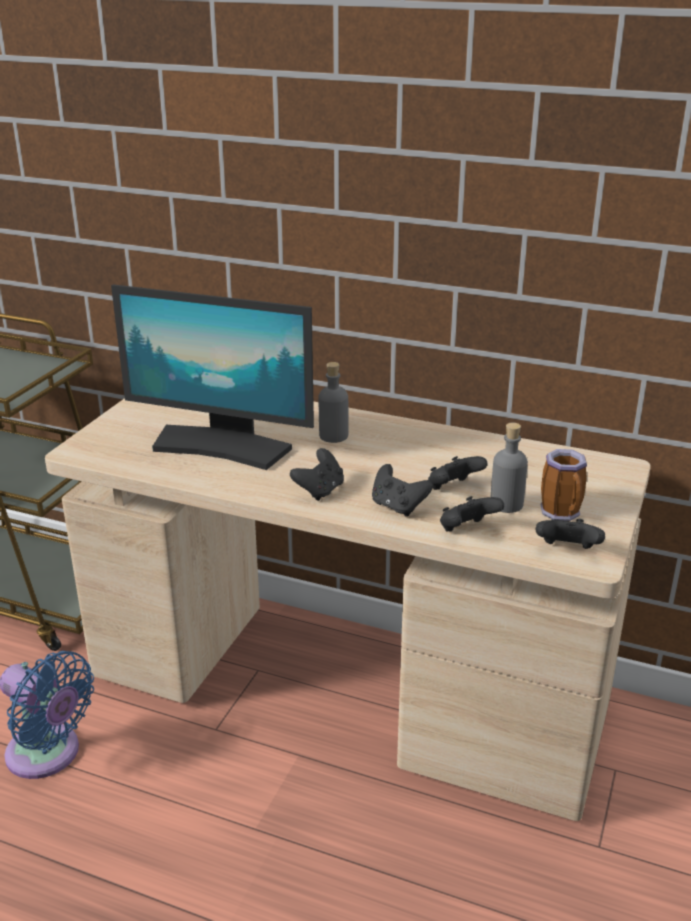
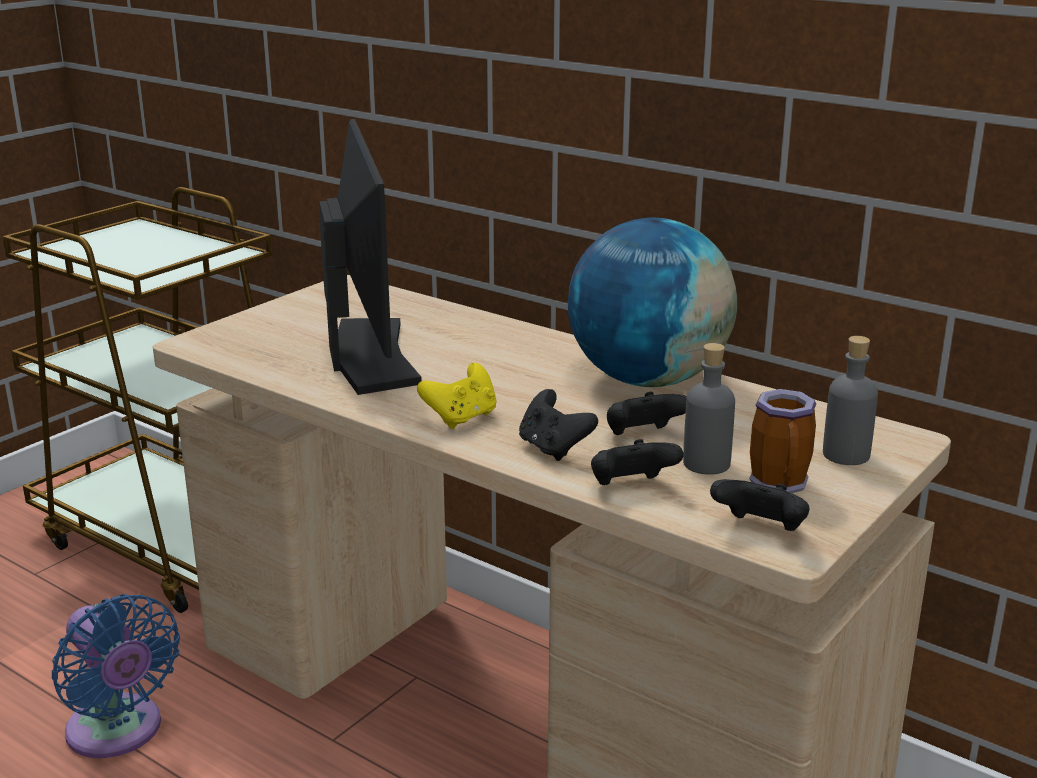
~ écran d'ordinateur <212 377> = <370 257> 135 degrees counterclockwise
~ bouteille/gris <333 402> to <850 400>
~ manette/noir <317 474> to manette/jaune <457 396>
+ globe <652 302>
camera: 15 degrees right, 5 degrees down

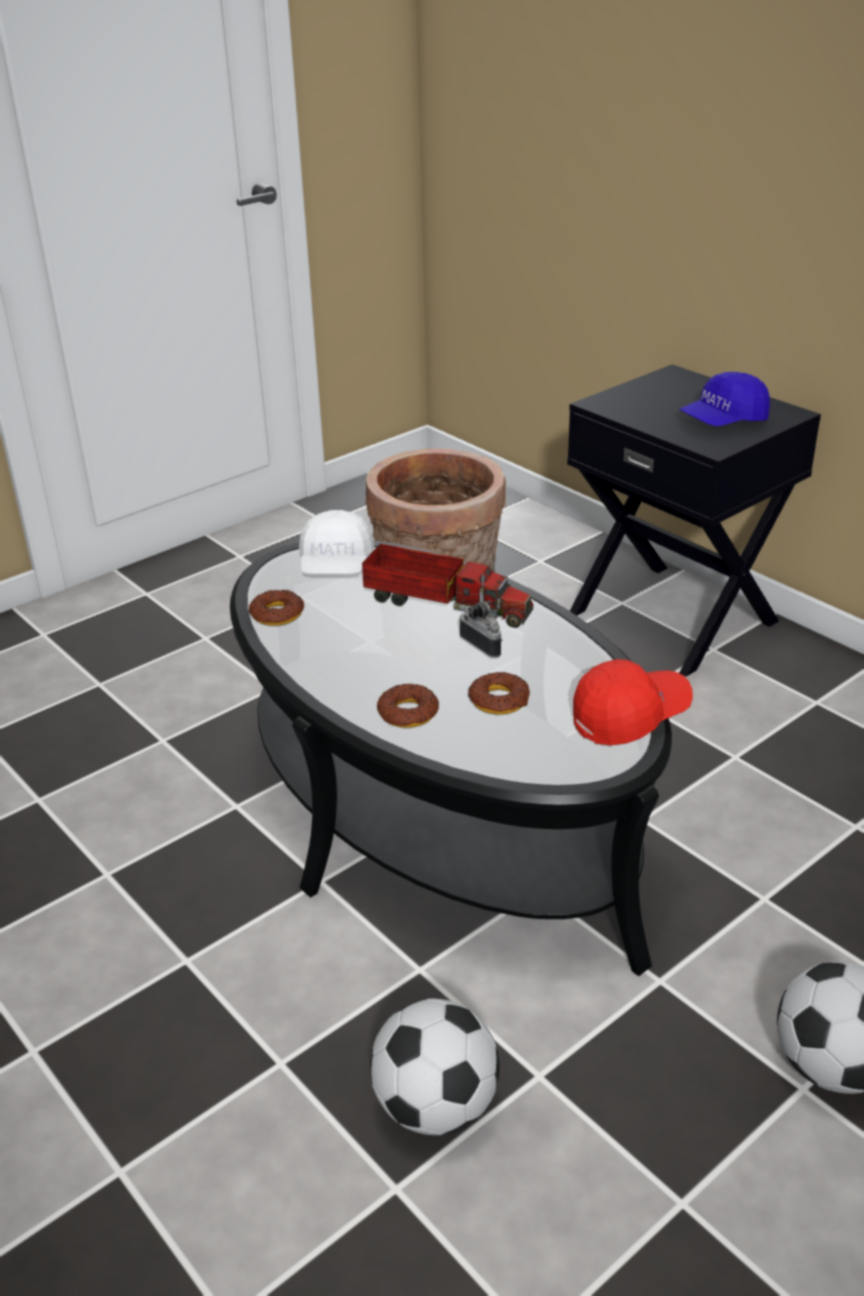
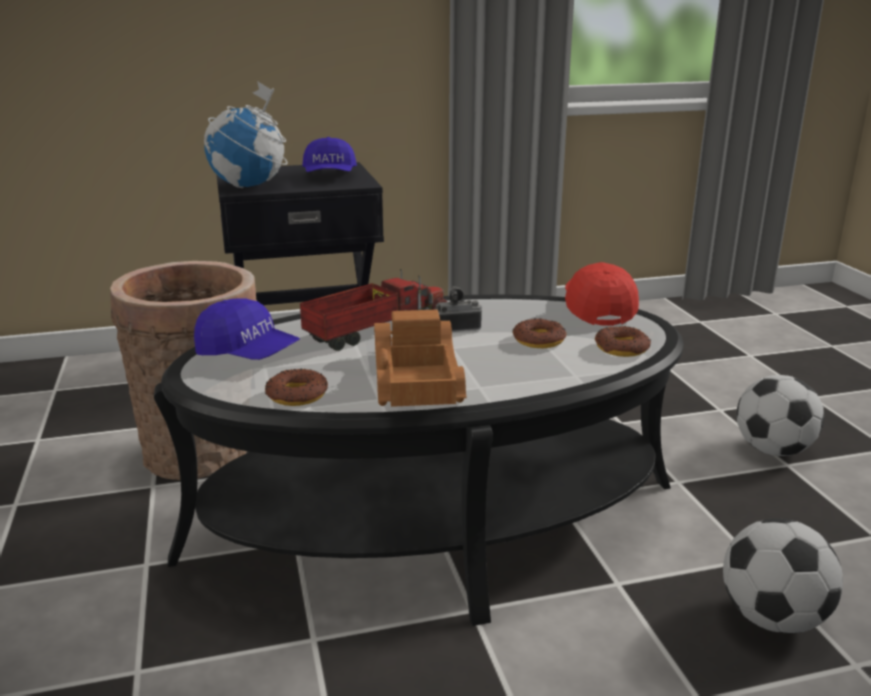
~ casquette/blanc <337 542> to casquette/bleu <247 329>
~ beignet <408 705> to <623 341>
+ globe <246 134>
+ camion jouet <420 358>
camera: 65 degrees left, 10 degrees down

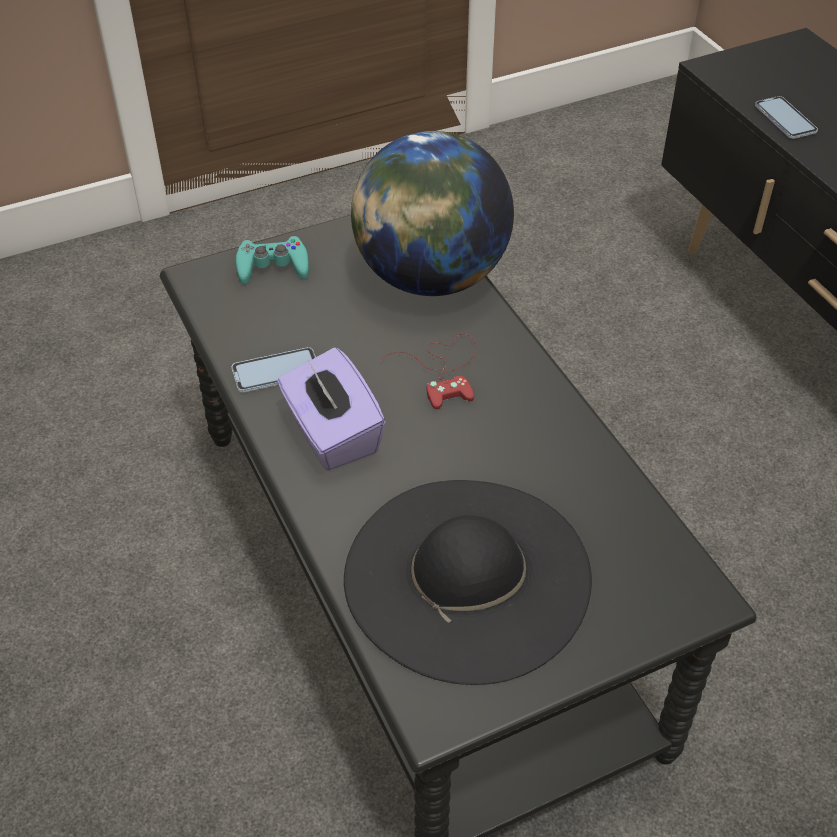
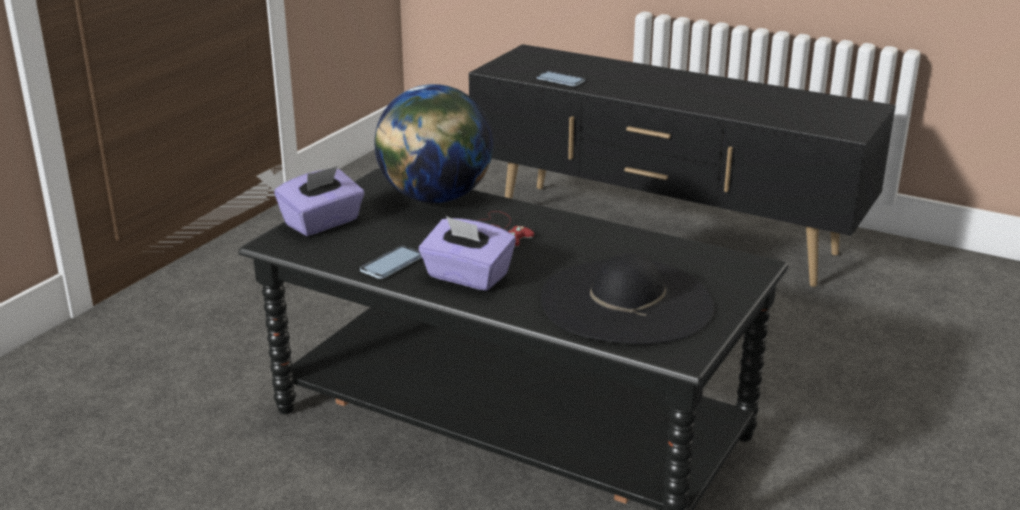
~ manette/turquoise <272 260> to boîte à mouchoirs/violet <319 201>
camera: 35 degrees left, 20 degrees down

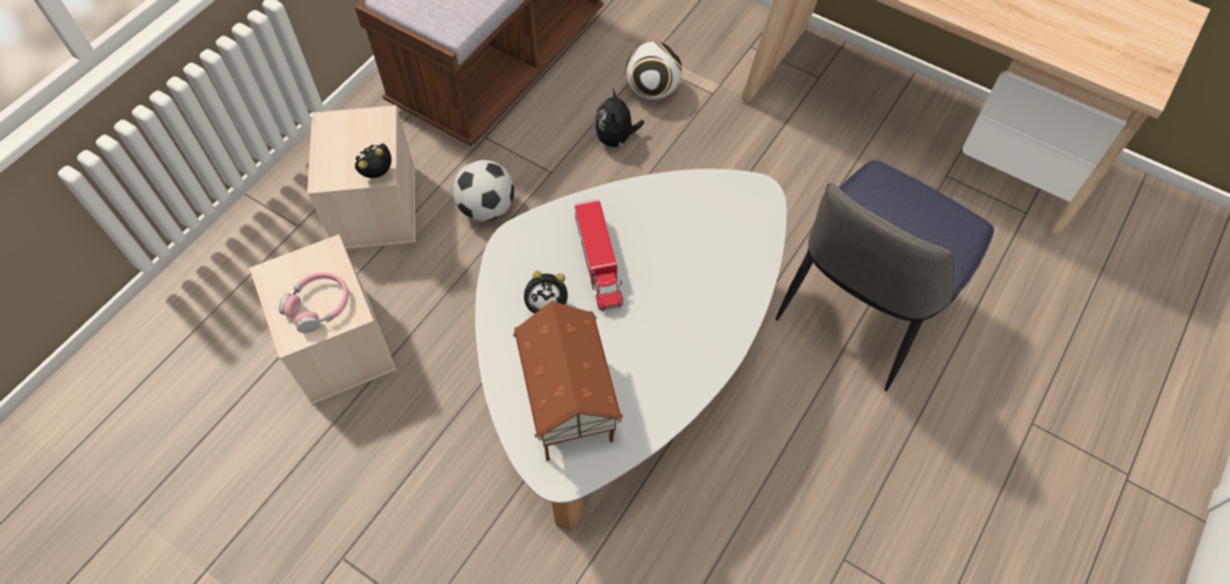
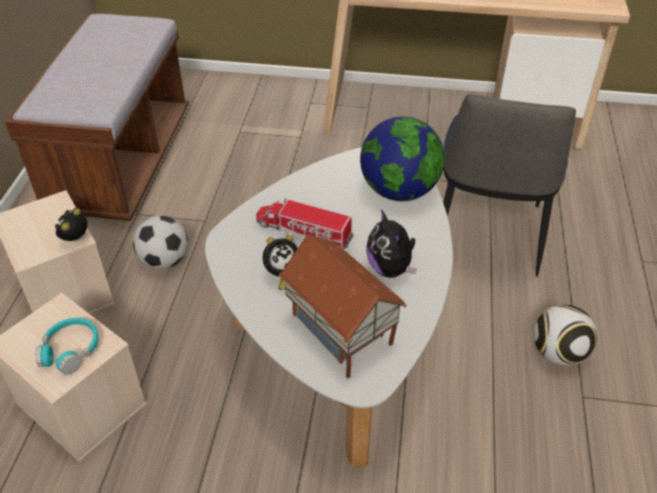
~ ballon de foot <654 71> to <565 335>
~ peluche <619 119> to <391 243>
~ camion jouet <599 255> = <305 223> 150 degrees clockwise
~ casque audio/rose <314 302> to casque audio/turquoise <67 346>
+ globe <402 159>
camera: 25 degrees left, 15 degrees down

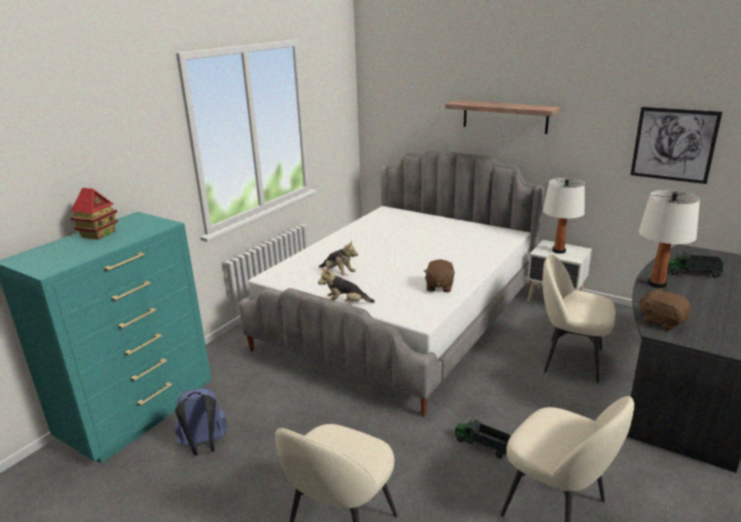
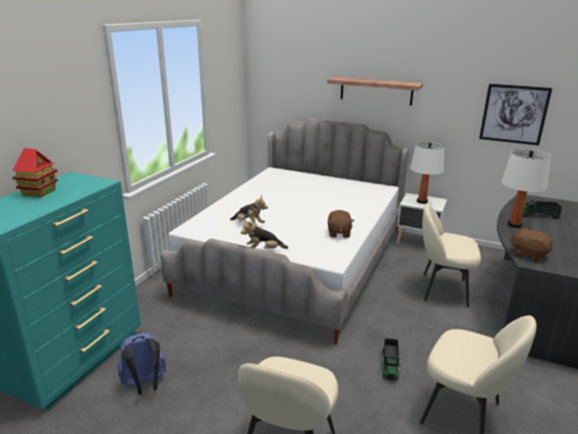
~ camion jouet <483 438> = <392 359> 105 degrees counterclockwise
camera: 10 degrees left, 0 degrees up

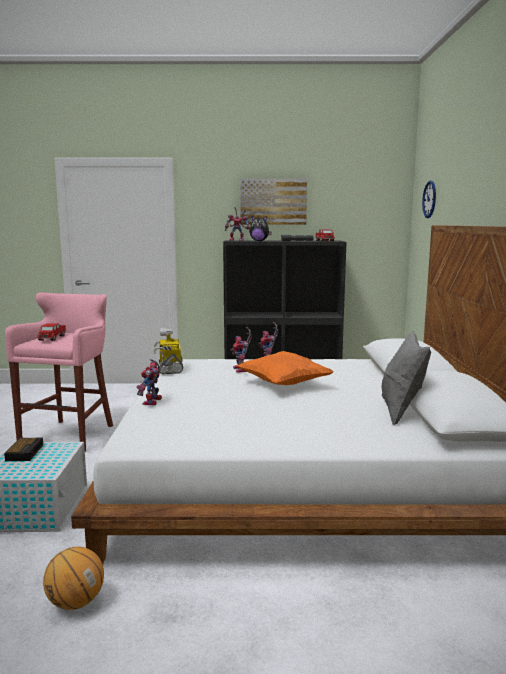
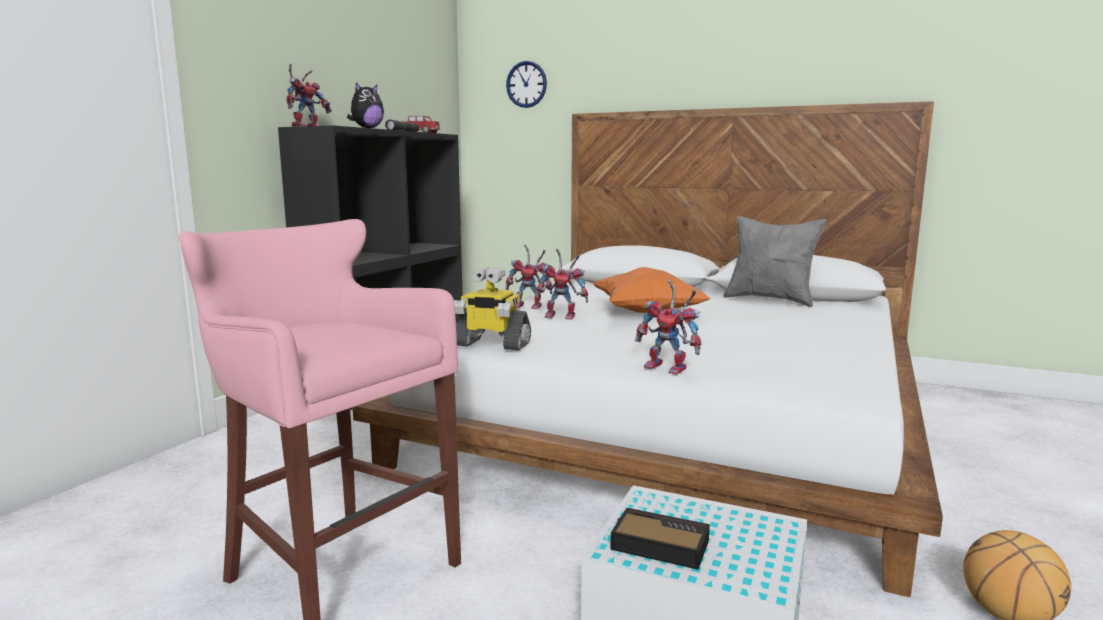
- tableau <273 202>
- camion jouet <52 332>
camera: 65 degrees left, 0 degrees up

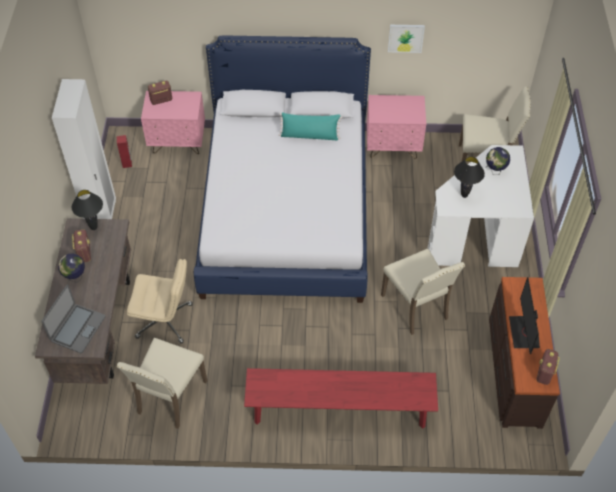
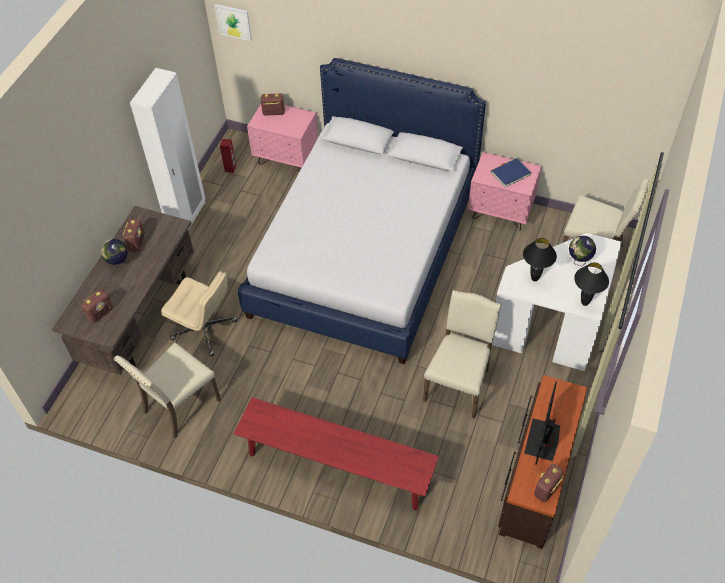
~ tableau <406 39> to <233 22>
- coussin/turquoise <310 126>
~ lampe de table/noir <87 210> to <591 284>
~ chaise/beige <423 291> = <462 354> 150 degrees counterclockwise
~ ordinateur portable <74 318> to radio <97 306>
+ livre/bleu <511 172>
camera: 20 degrees right, 0 degrees up

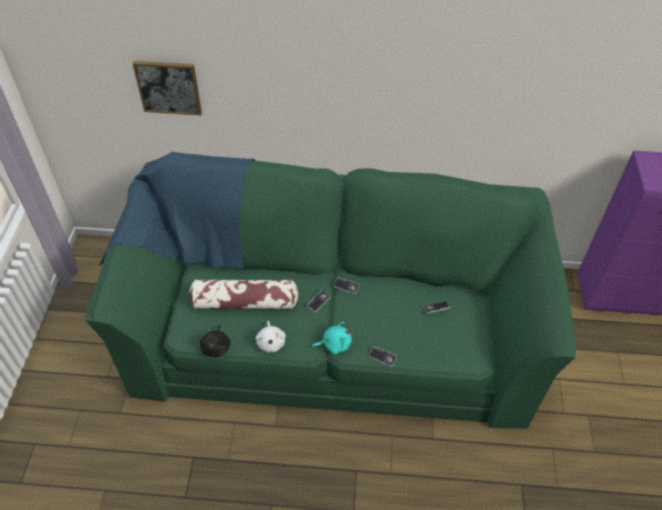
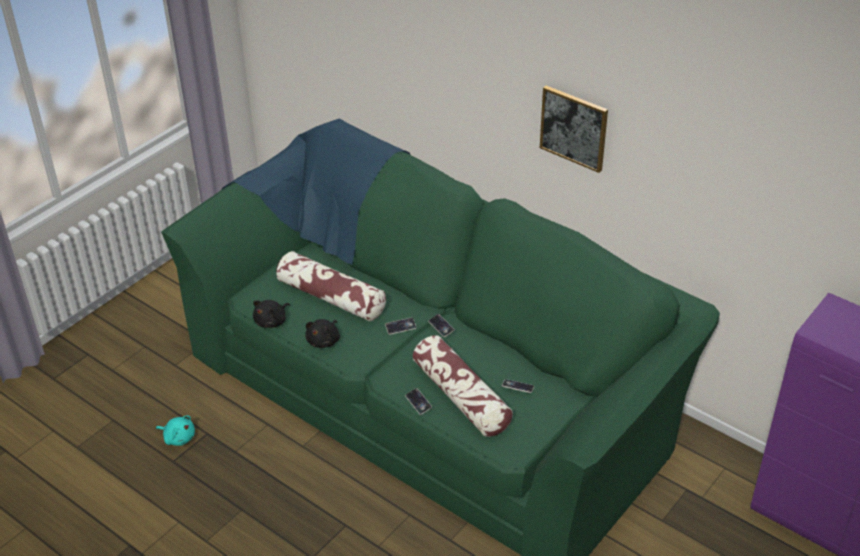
~ tableau <167 88> to <574 129>
~ peluche/blanc <271 337> to peluche/noir <322 333>
~ peluche/turquoise <331 338> to <175 430>
+ coussin <463 386>
camera: 35 degrees right, 10 degrees down

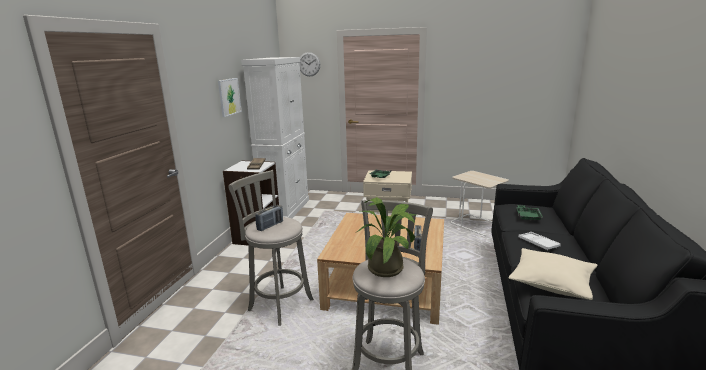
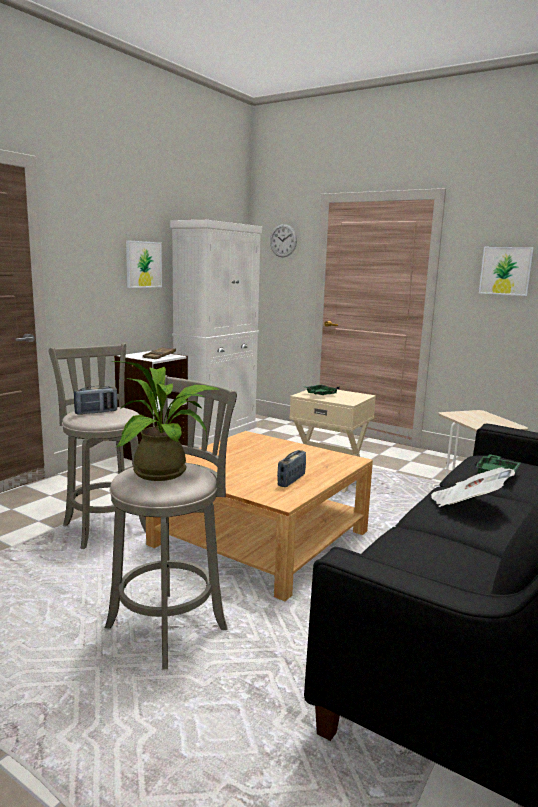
~ plateau/blanc <539 241> to journal <473 487>
- coussin/beige <553 274>
+ tableau <506 271>
camera: 20 degrees right, 5 degrees down

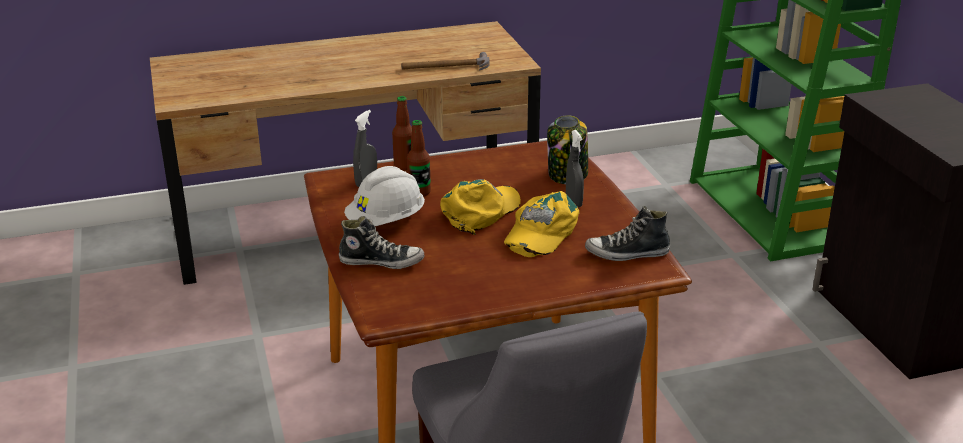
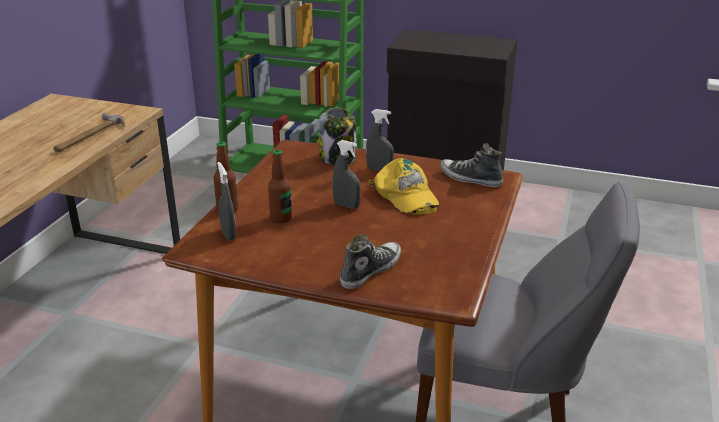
- casque de chantier/blanc <384 196>
~ casquette/jaune <480 207> to vaporisateur/gris <346 174>
~ chaussure <627 233> = <471 165> 90 degrees clockwise
camera: 55 degrees left, 0 degrees up

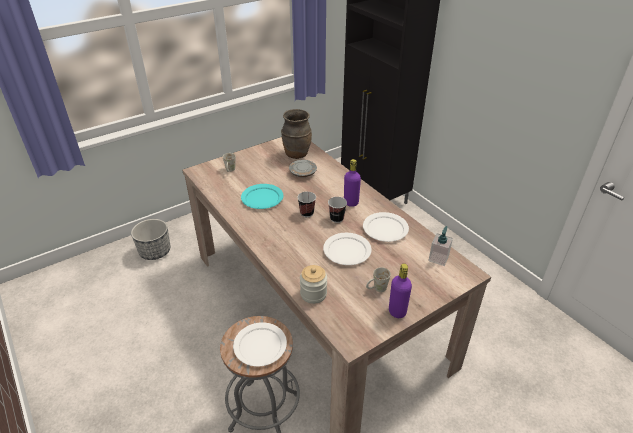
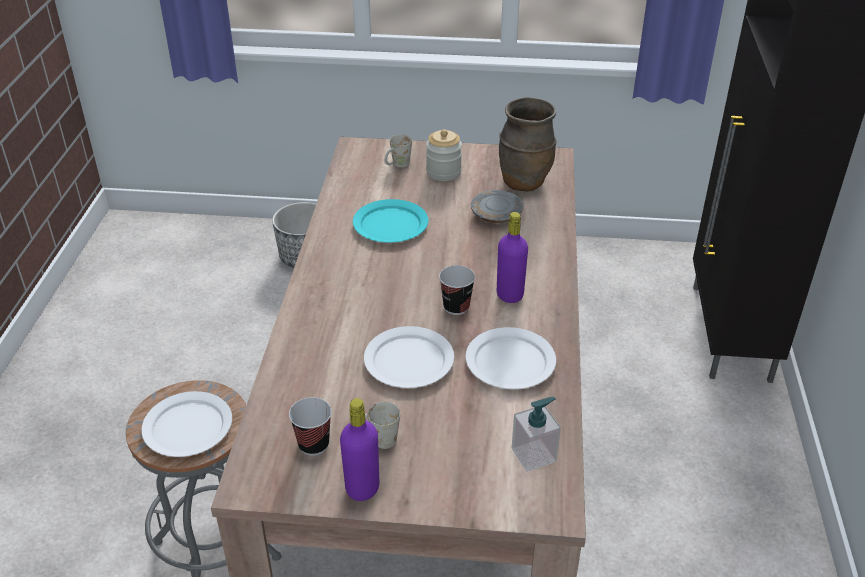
~ tasse <306 204> to <310 426>
~ bocal <313 284> to <444 155>
camera: 40 degrees right, 0 degrees up

